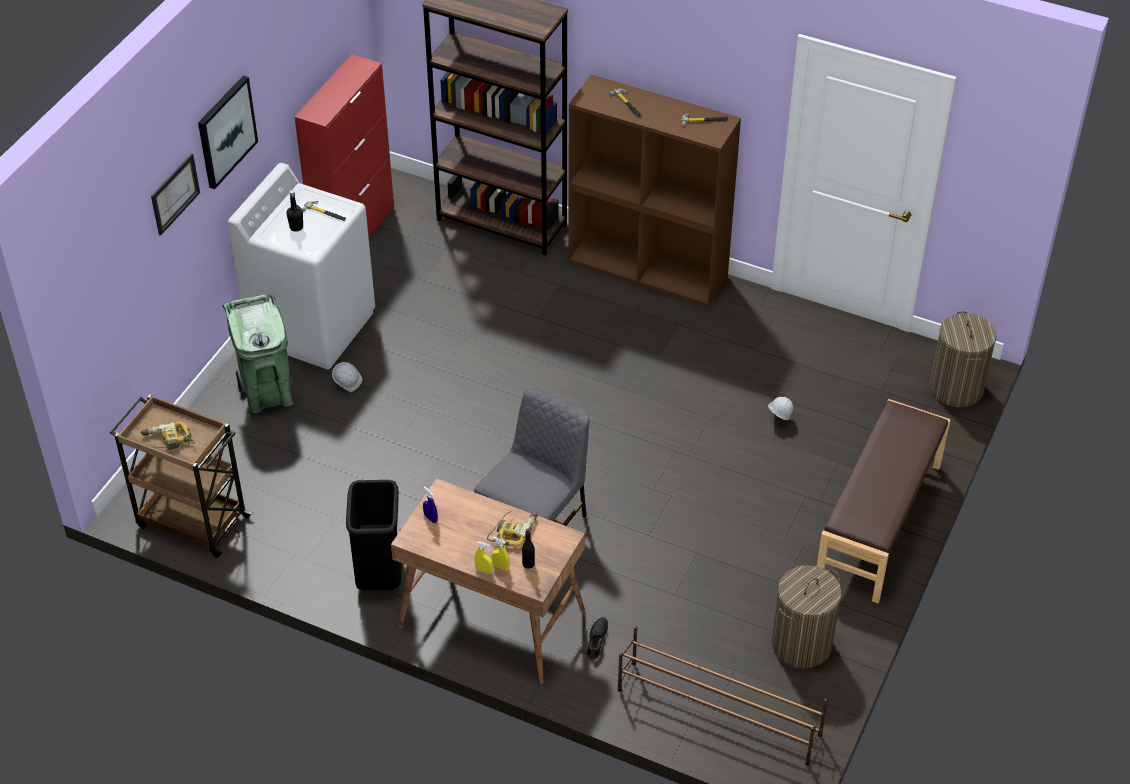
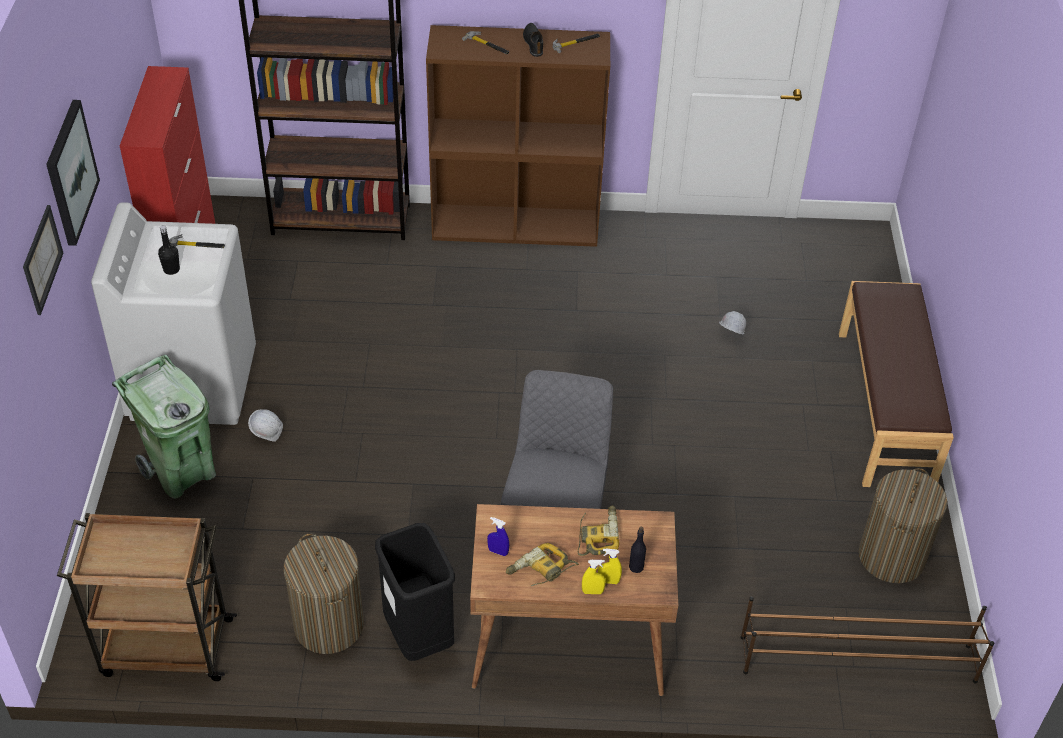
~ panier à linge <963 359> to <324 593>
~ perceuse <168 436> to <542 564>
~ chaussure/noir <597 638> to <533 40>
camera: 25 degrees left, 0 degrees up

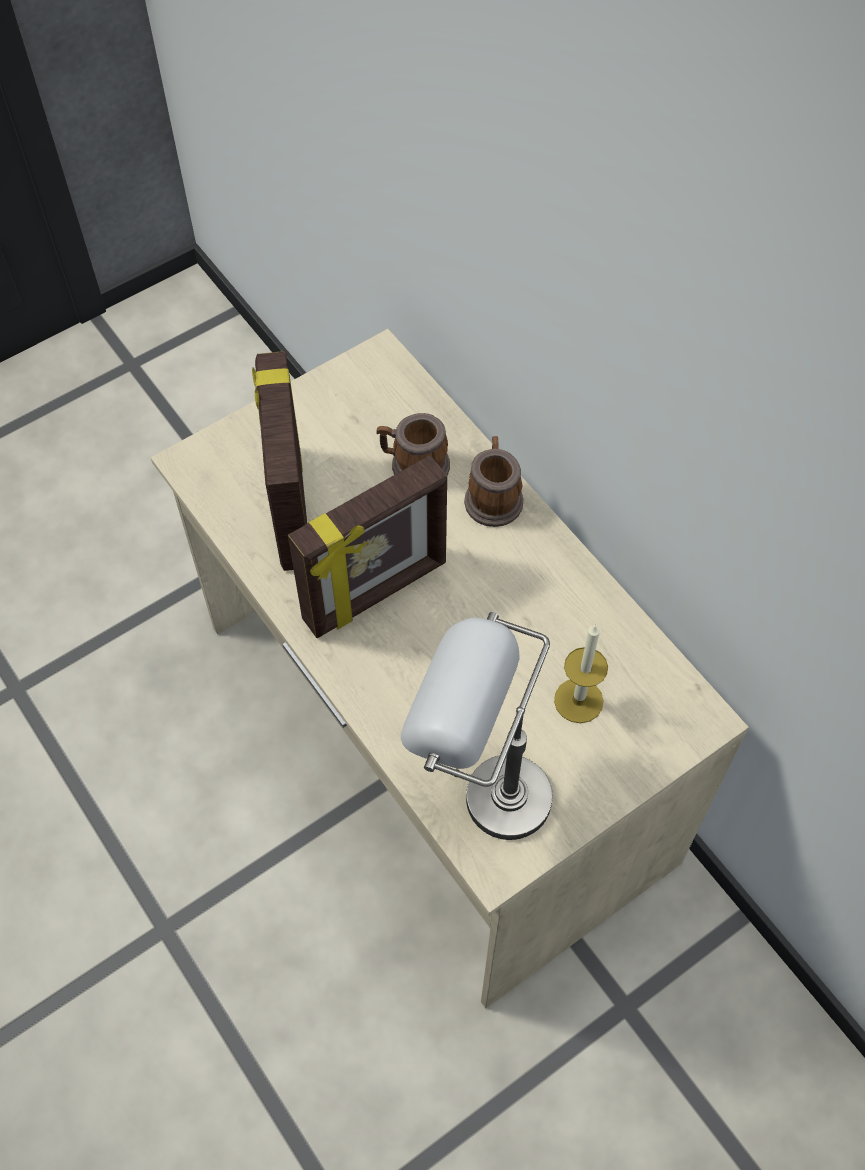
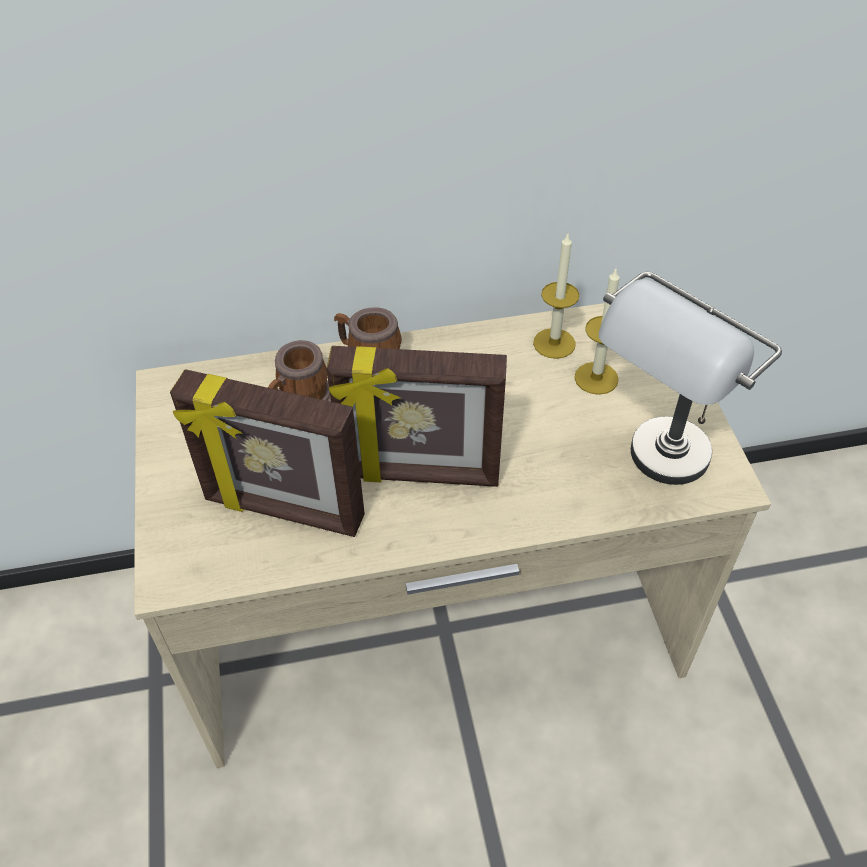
~ cadre photo <367 546> = <416 416> 105 degrees clockwise
+ bougie <556 296>
camera: 65 degrees left, 10 degrees down

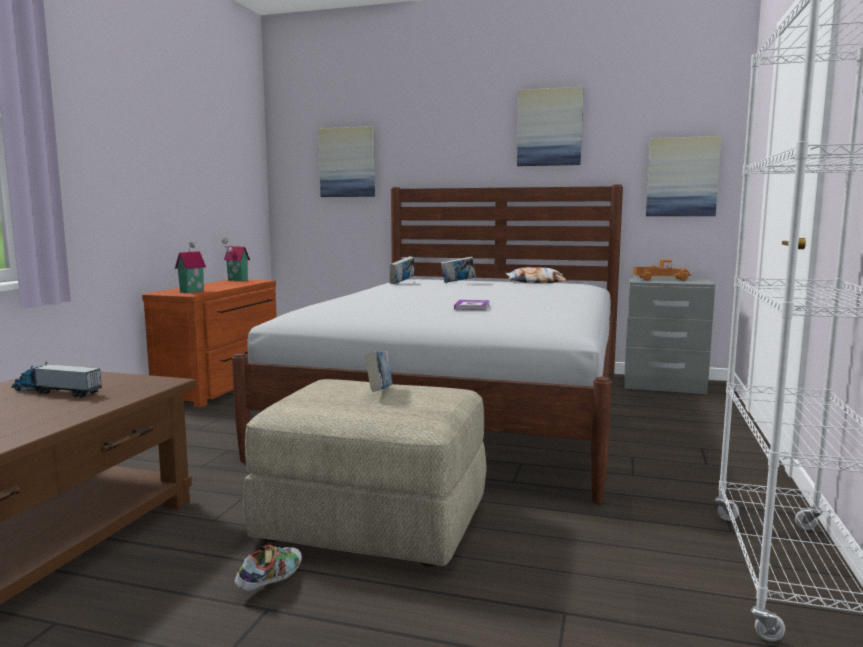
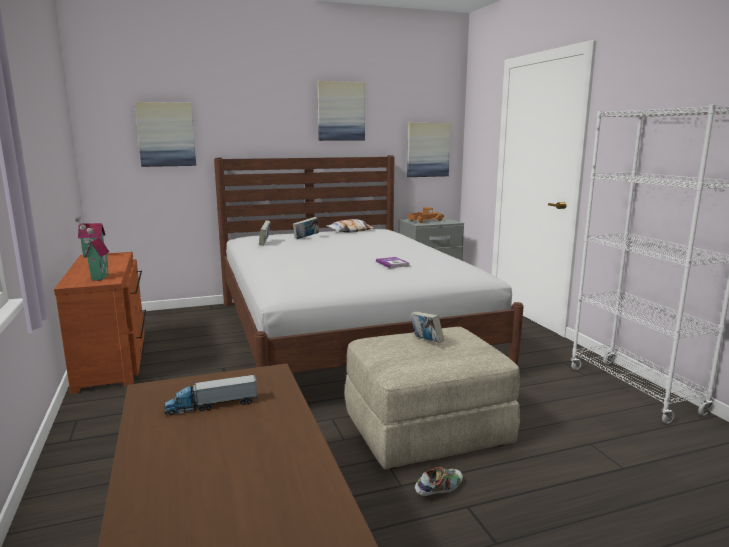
~ chaussure <268 568> = <439 481> 60 degrees clockwise
camera: 35 degrees left, 5 degrees up

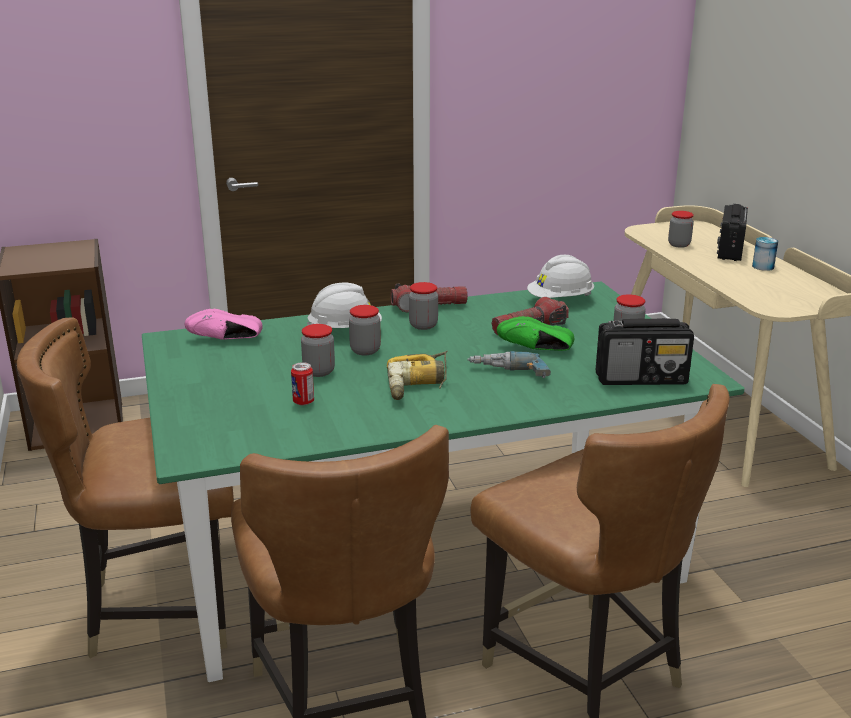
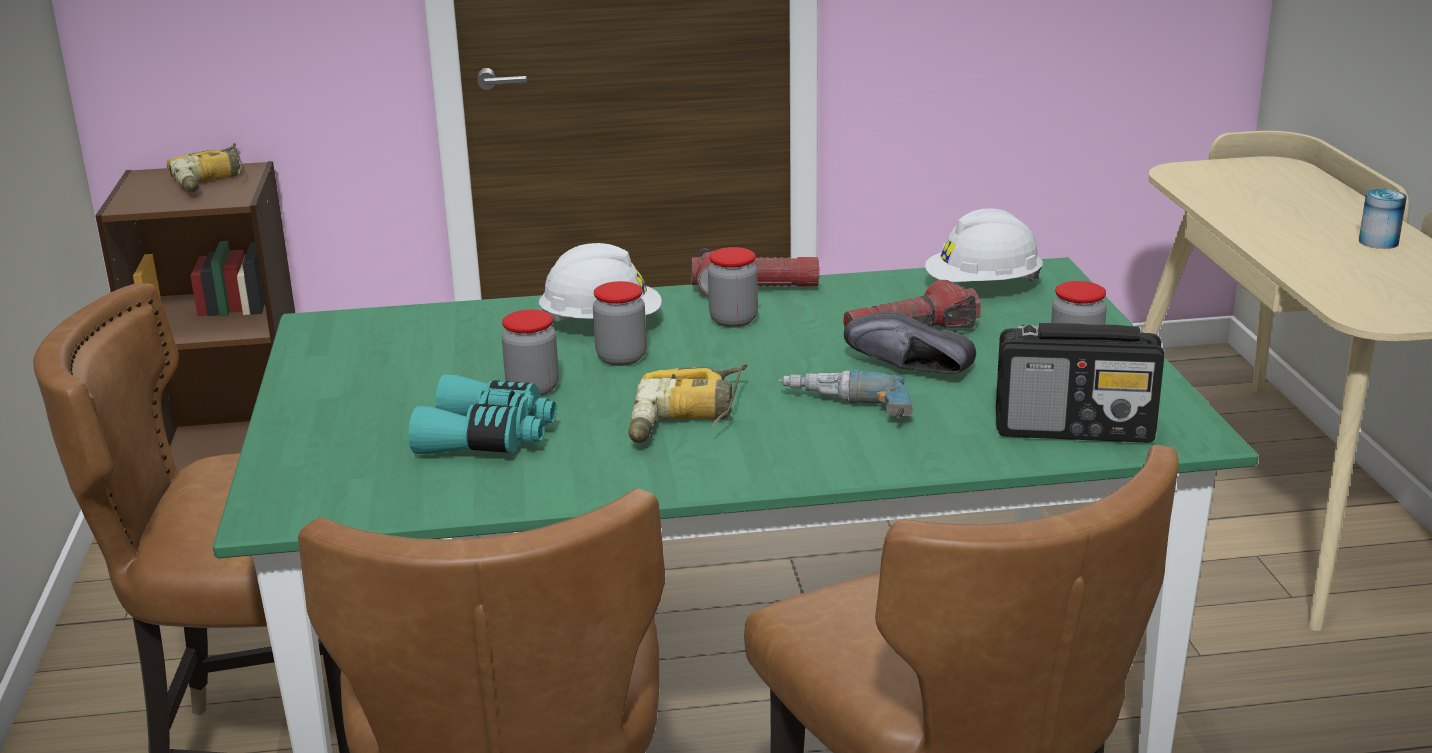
- radio <732 232>
- bocal <681 229>
- chaussure/rose <224 324>
~ chaussure/vert <535 333> to chaussure/noir <910 342>
~ boîte métallique <302 383> to jumelles/turquoise <482 414>
+ perceuse <205 167>
camera: 10 degrees right, 0 degrees up

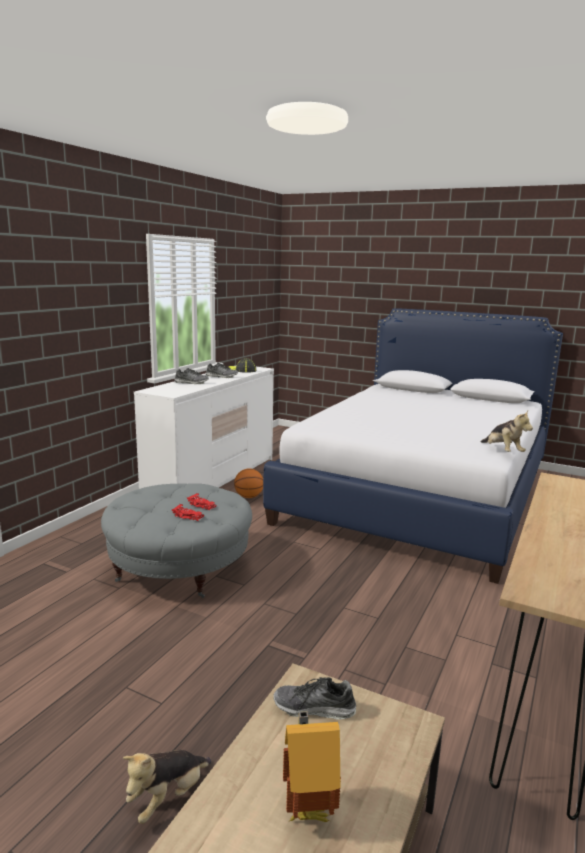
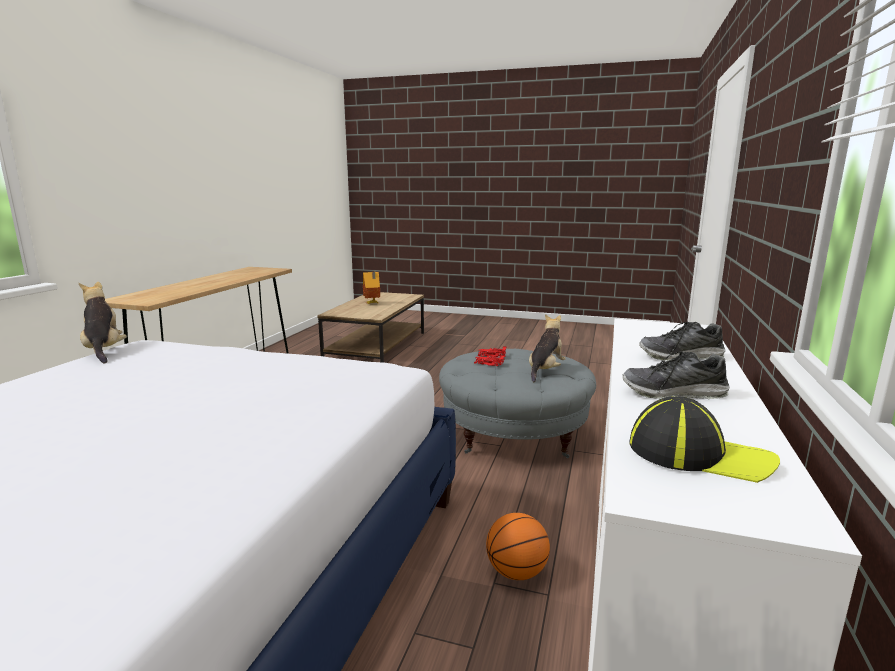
- chaussure <314 698>
~ peluche <167 787> to <547 348>
camera: 170 degrees right, 0 degrees up

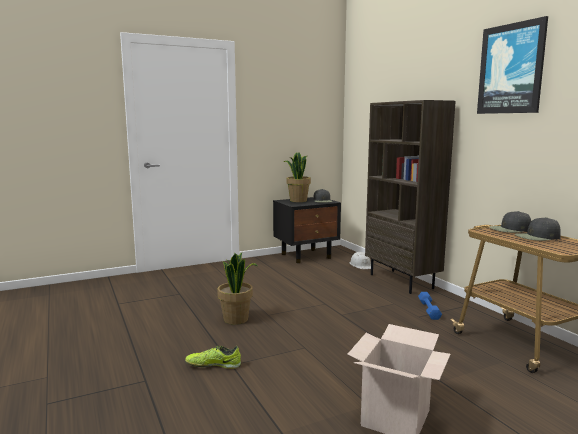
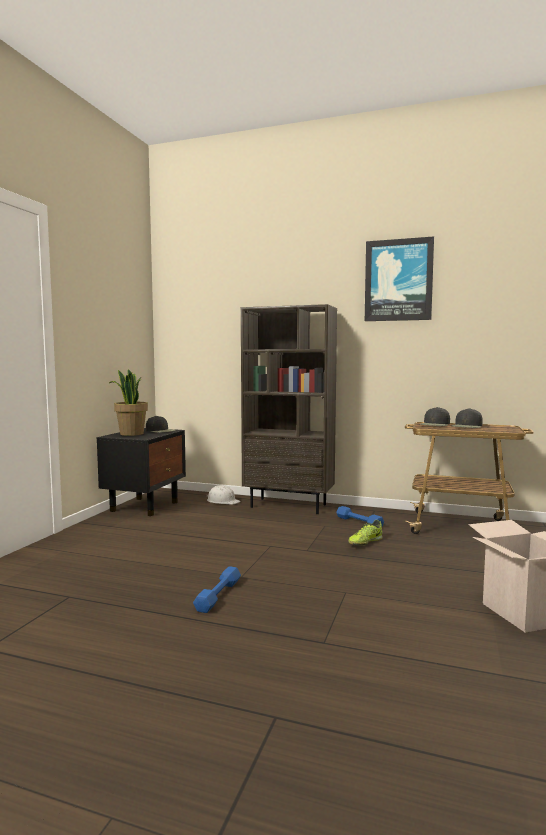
~ plante en pot <237 288> to haltère/bleu <217 589>
~ chaussure <213 357> to <365 533>
camera: 45 degrees left, 5 degrees down

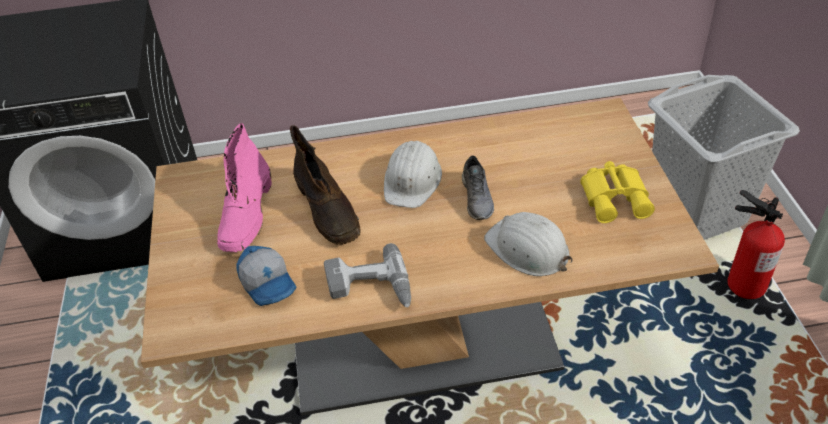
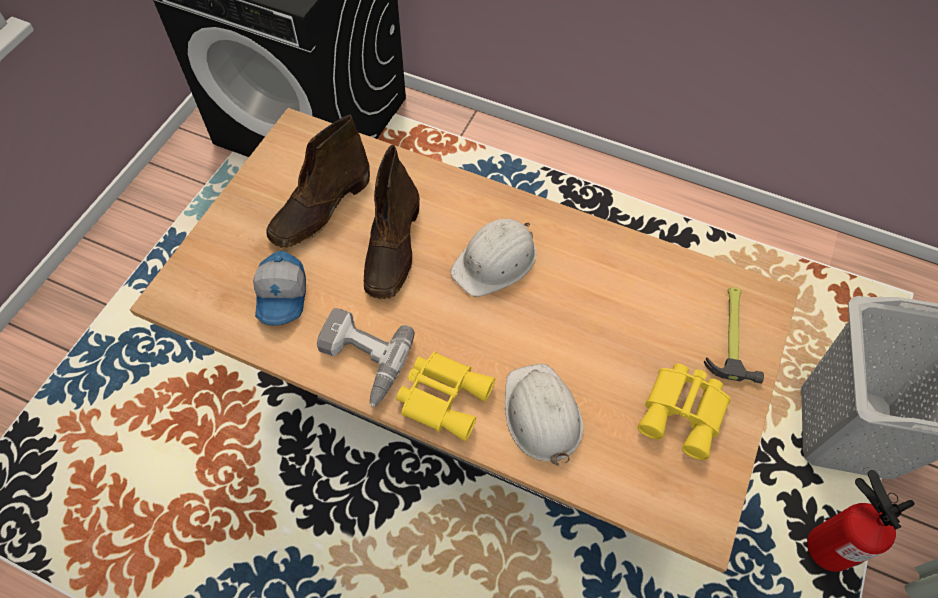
~ botte/rose <244 187> to botte/marron <318 181>
- chaussure/gris <478 188>
+ marteau <734 335>
+ jumelles/jaune <445 396>
camera: 30 degrees right, 15 degrees up

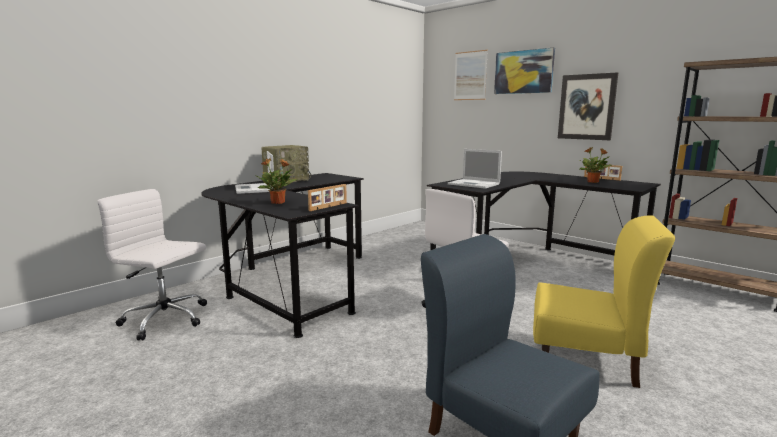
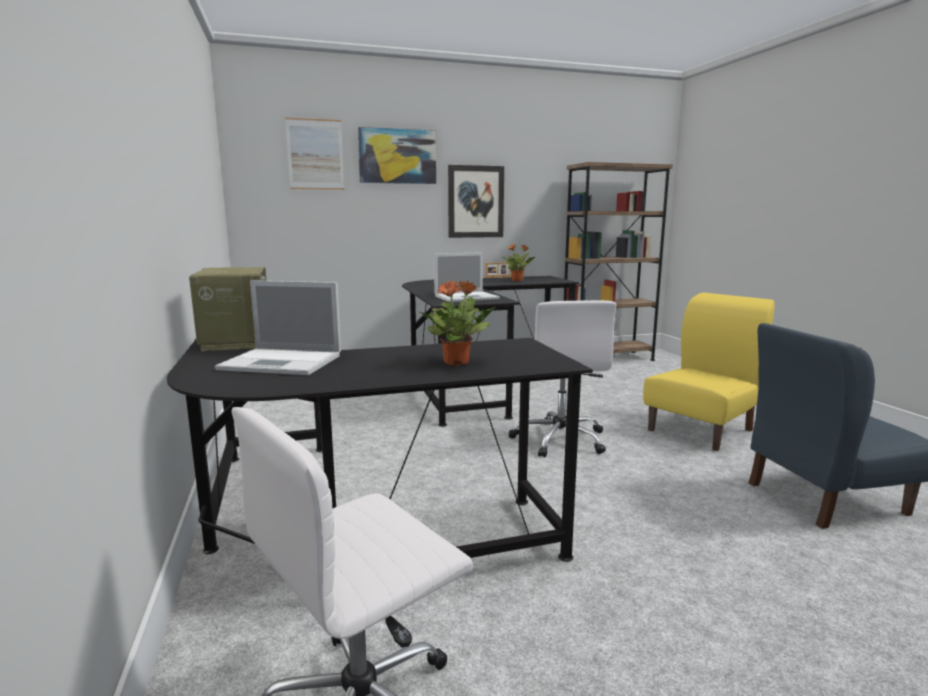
- cadre photo <327 197>
camera: 60 degrees left, 0 degrees up

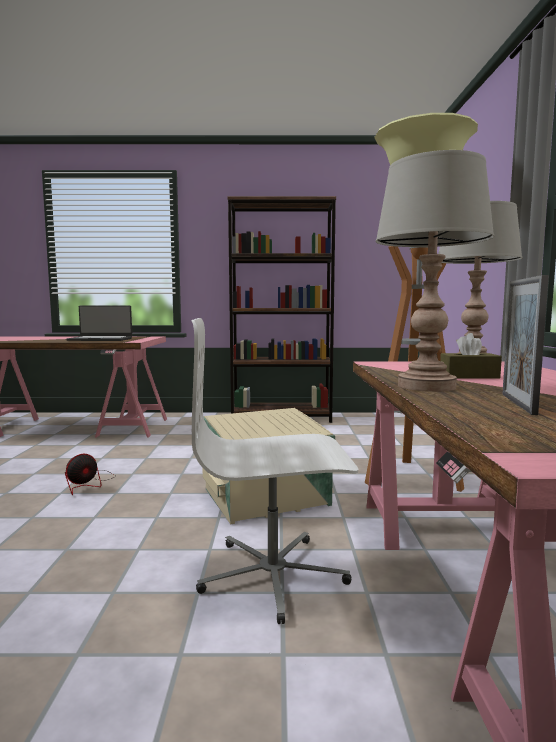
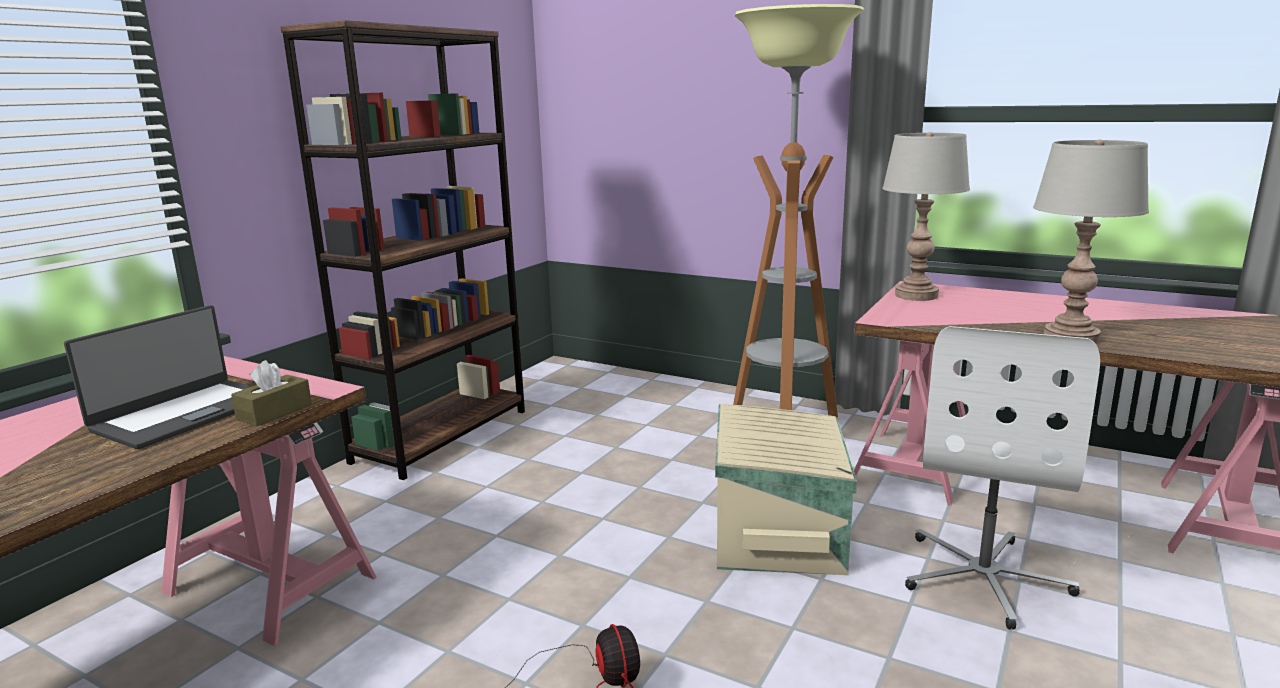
- cadre photo <525 345>
~ boîte à mouchoirs/marron <471 356> to <271 393>
camera: 60 degrees left, 10 degrees up

